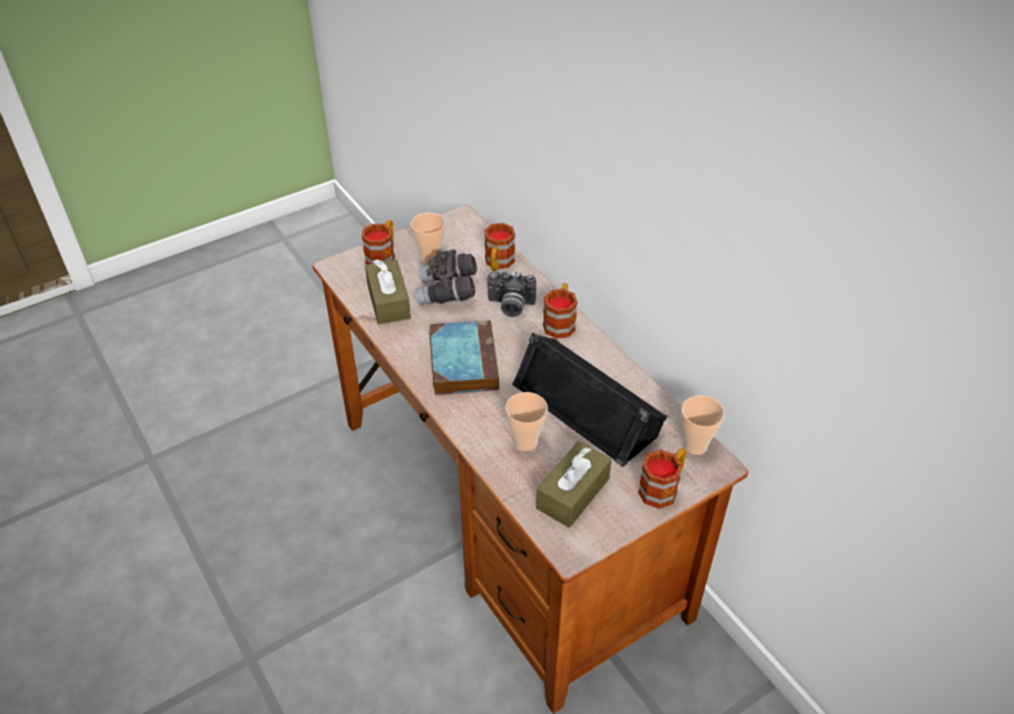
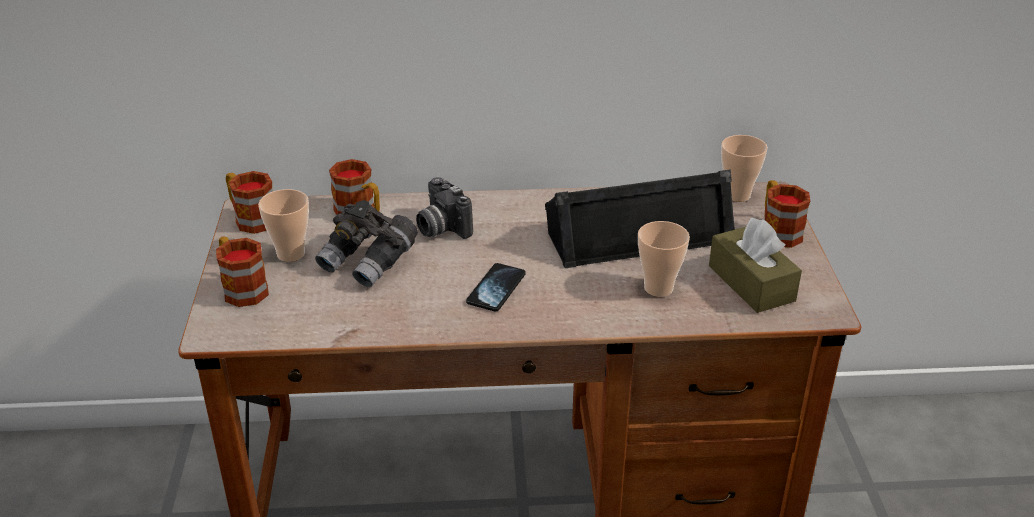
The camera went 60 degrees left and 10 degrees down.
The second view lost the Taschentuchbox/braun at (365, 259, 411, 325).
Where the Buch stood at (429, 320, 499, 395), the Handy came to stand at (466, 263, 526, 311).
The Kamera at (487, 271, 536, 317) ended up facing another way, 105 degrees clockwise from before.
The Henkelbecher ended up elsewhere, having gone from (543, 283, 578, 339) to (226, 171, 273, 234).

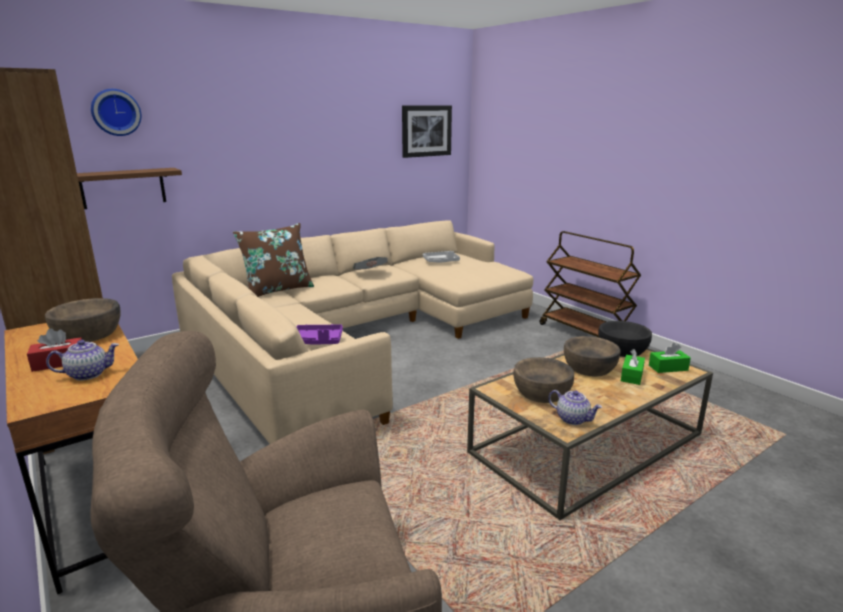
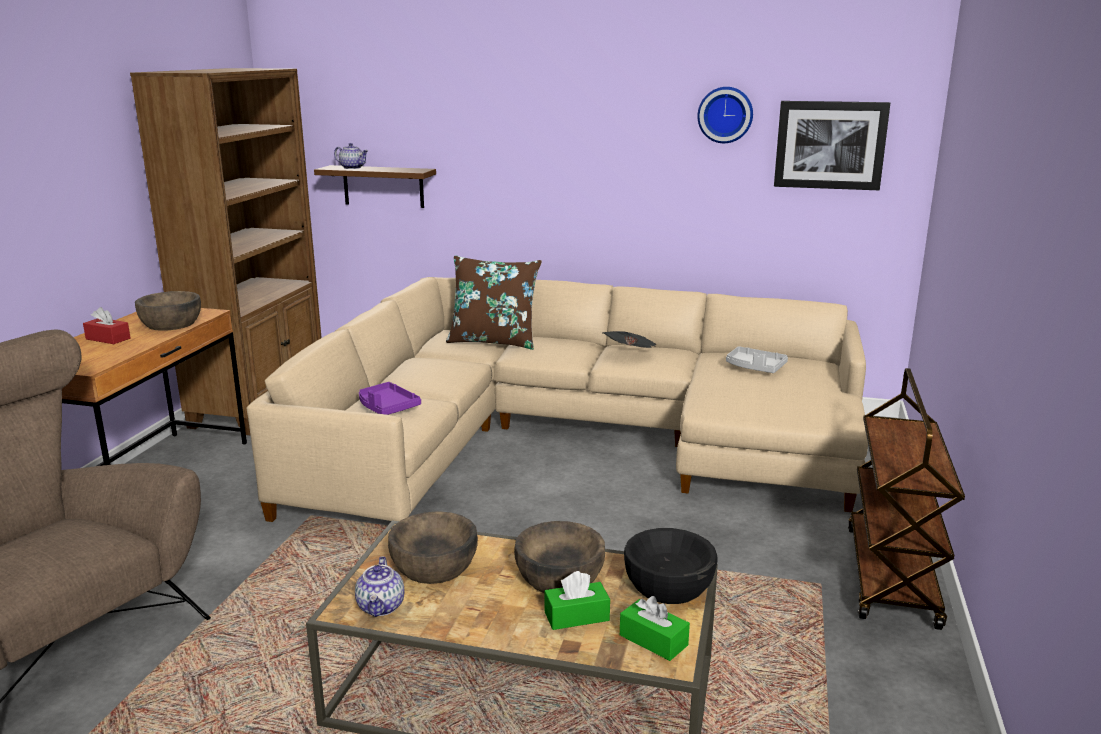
The camera went 50 degrees right and 0 degrees up.
The Teekanne ended up elsewhere, having gone from (46, 340, 119, 380) to (334, 143, 368, 169).
The Wanduhr ended up elsewhere, having gone from (91, 89, 141, 136) to (697, 87, 753, 143).

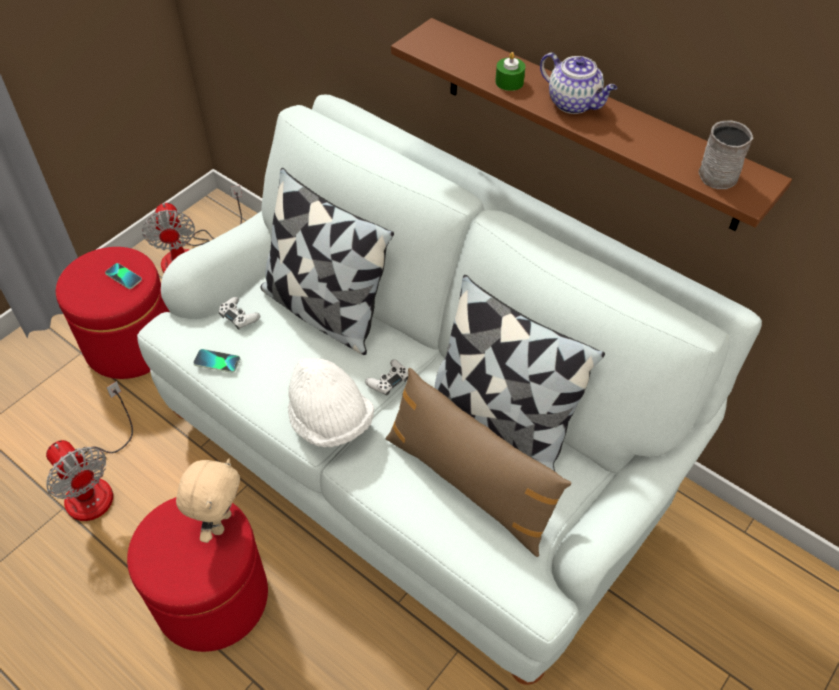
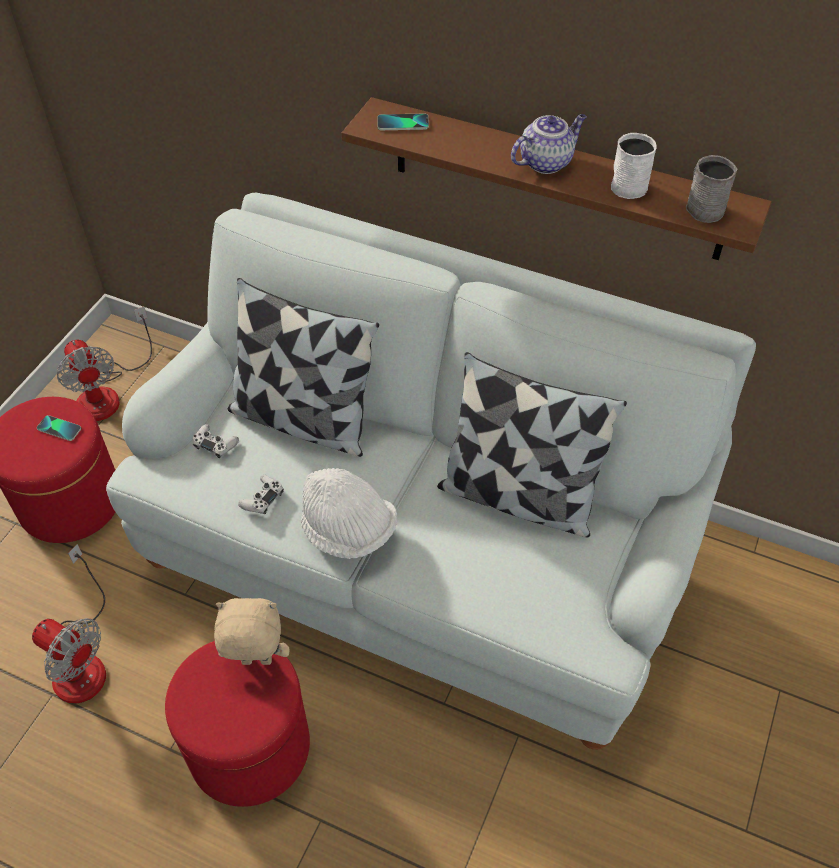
The camera went 15 degrees left and 0 degrees up.
The Plüschtier/beige at (176, 459, 240, 543) ended up facing another way, 90 degrees counterclockwise from before.
The Handy ended up elsewhere, having gone from (193, 349, 240, 373) to (377, 114, 429, 130).
The Gamepad/weiß ended up elsewhere, having gone from (365, 359, 408, 396) to (238, 475, 284, 514).
The second view lost the Kissen/braun at (385, 368, 572, 557).
The second view lost the Kerze/grün at (495, 52, 526, 91).
The Teekanne at (540, 52, 617, 114) ended up facing another way, 60 degrees counterclockwise from before.
The second view gained the Henkelbecher/weiß at (611, 133, 656, 199).

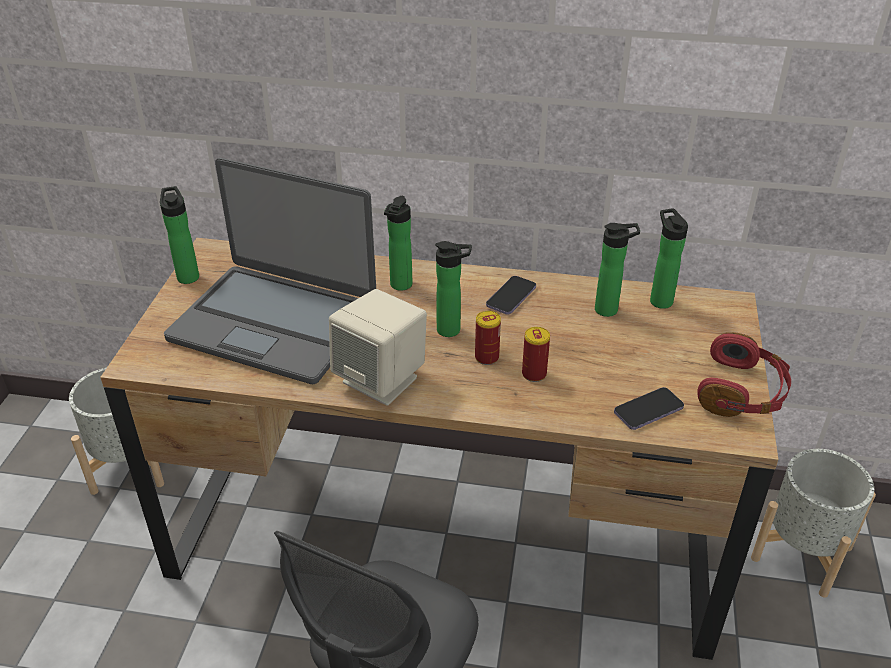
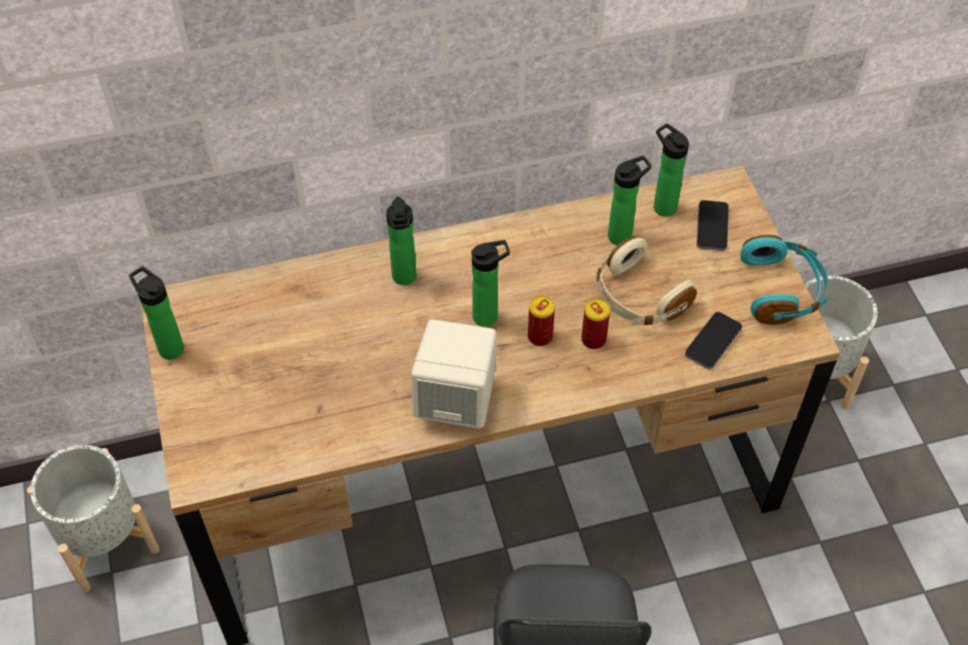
The camera went 25 degrees left and 15 degrees up.
The second view lost the Laptop at (164, 158, 376, 384).
The Handy ended up elsewhere, having gone from (486, 276, 536, 314) to (697, 200, 729, 251).
What was the Kopfhörer/rot at (698, 332, 791, 417) turned into the Kopfhörer/türkis at (740, 235, 828, 325).
The second view gained the Kopfhörer/beige at (594, 236, 697, 325).

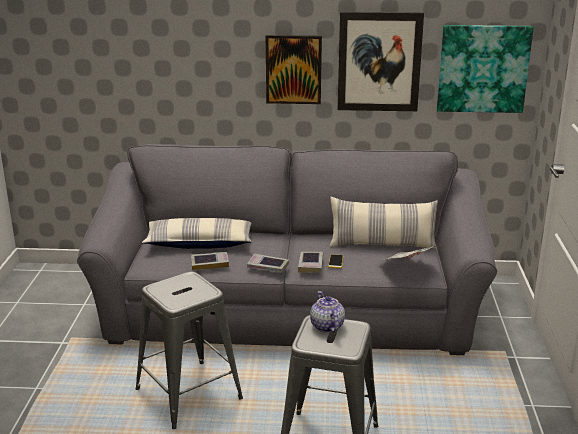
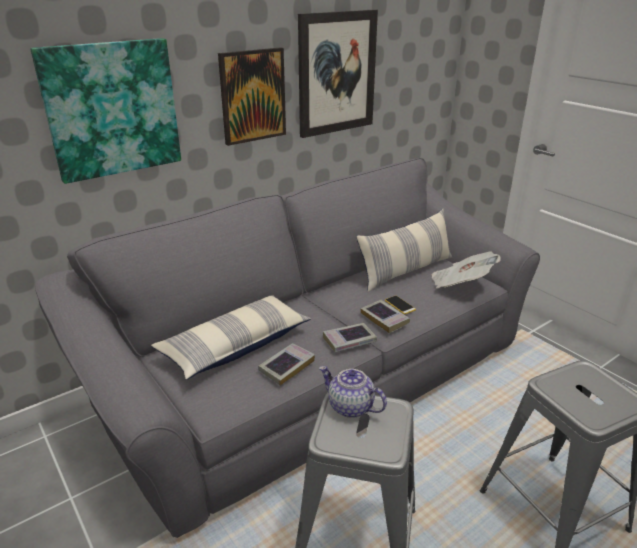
The camera went 40 degrees left and 5 degrees up.
The Teekanne ended up elsewhere, having gone from (310, 291, 345, 333) to (319, 366, 387, 418).
The Bild ended up elsewhere, having gone from (437, 25, 534, 113) to (30, 38, 181, 184).

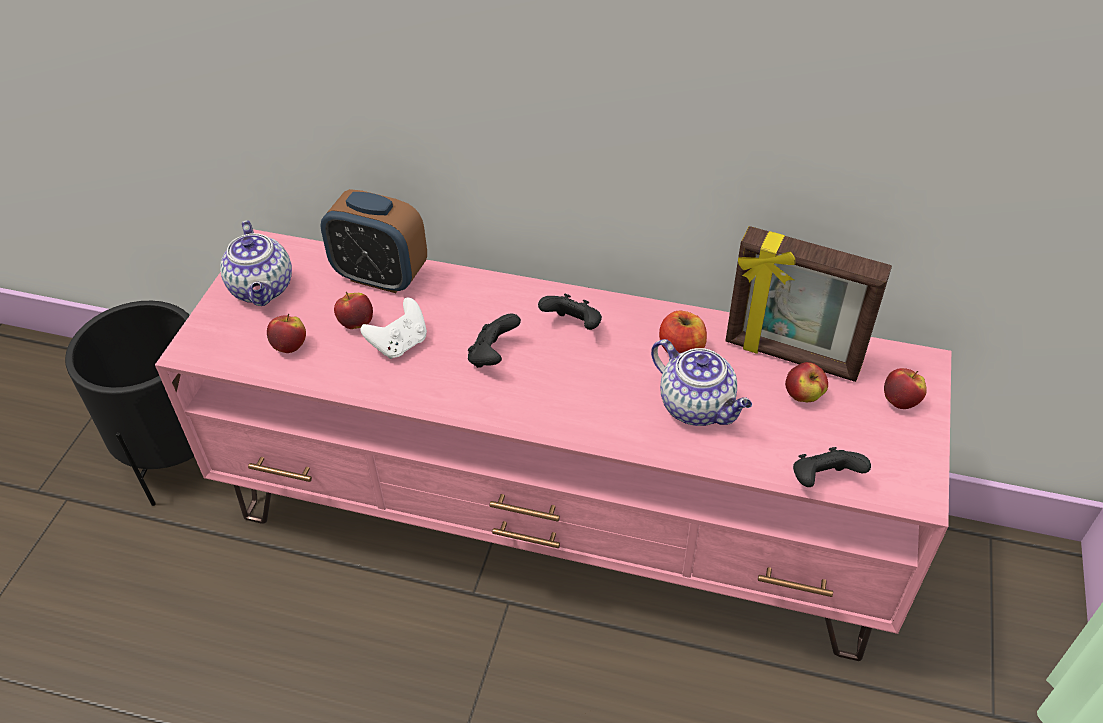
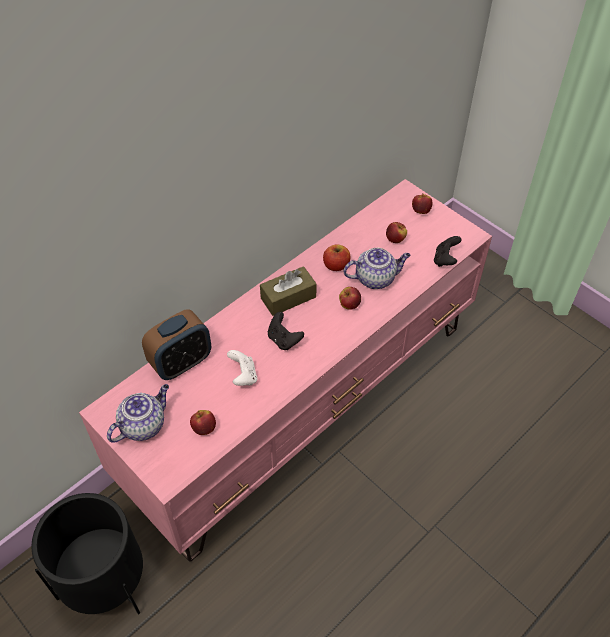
The camera went 60 degrees left and 5 degrees up.
The Teekanne at (220, 220, 292, 306) ended up facing another way, 60 degrees counterclockwise from before.
The Apfel ended up elsewhere, having gone from (334, 292, 373, 329) to (339, 287, 361, 310).
Where the Gamepad/schwarz stood at (538, 294, 602, 330), the Taschentuchbox/braun came to stand at (260, 266, 317, 316).
The second view lost the Bilderrahmen at (725, 226, 892, 382).

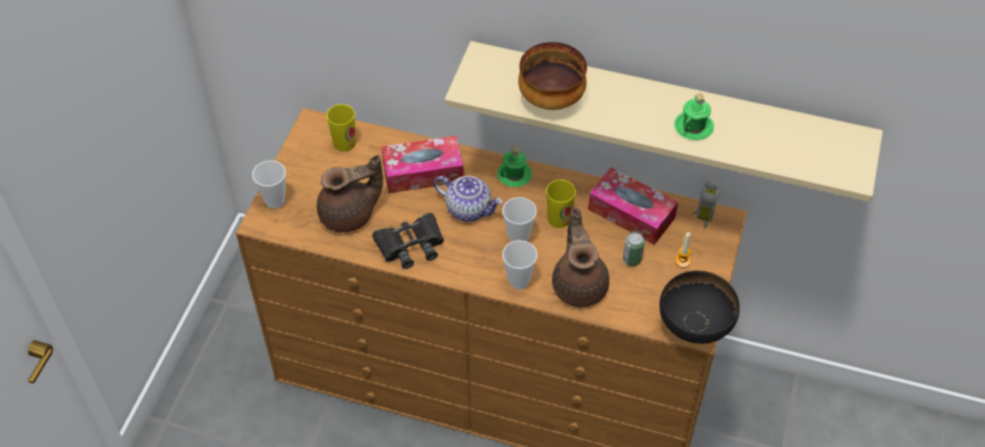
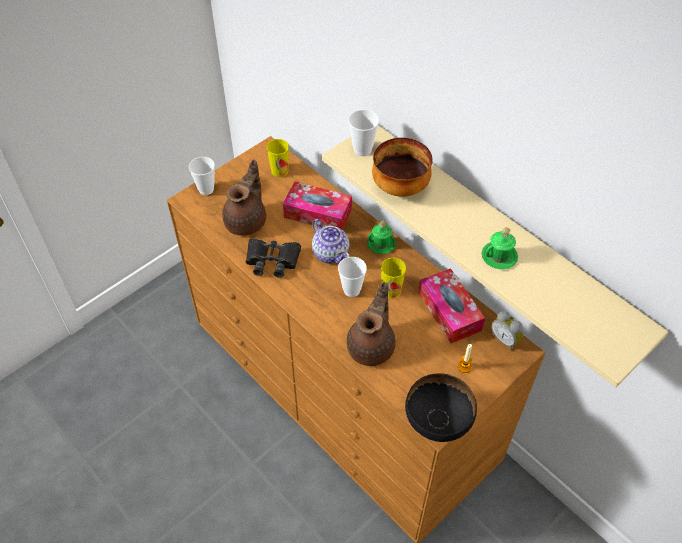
The camera went 30 degrees right and 0 degrees up.
The Teekanne/braun at (317, 154, 383, 233) ended up facing another way, 75 degrees counterclockwise from before.
The Tasse ended up elsewhere, having gone from (502, 240, 538, 290) to (348, 109, 379, 156).
The second view lost the Dose at (623, 232, 644, 266).
The Wecker at (693, 179, 720, 228) ended up facing another way, 90 degrees clockwise from before.

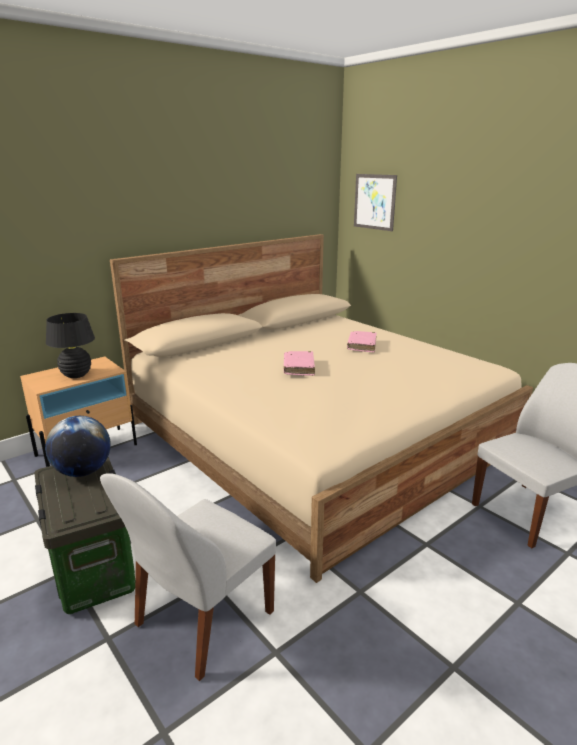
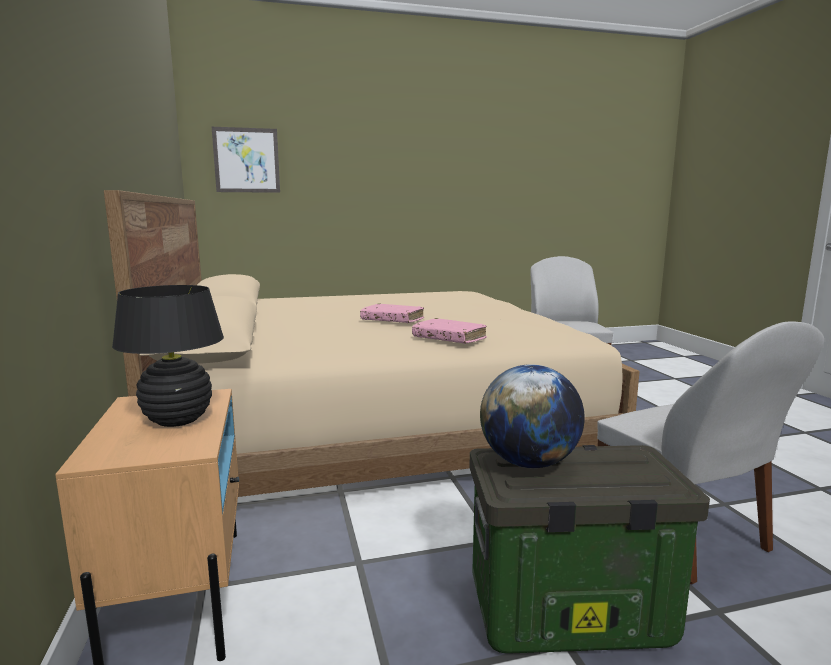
The camera went 65 degrees left and 10 degrees down.
The Buch/rosa ended up elsewhere, having gone from (347, 331, 377, 352) to (412, 318, 487, 344).

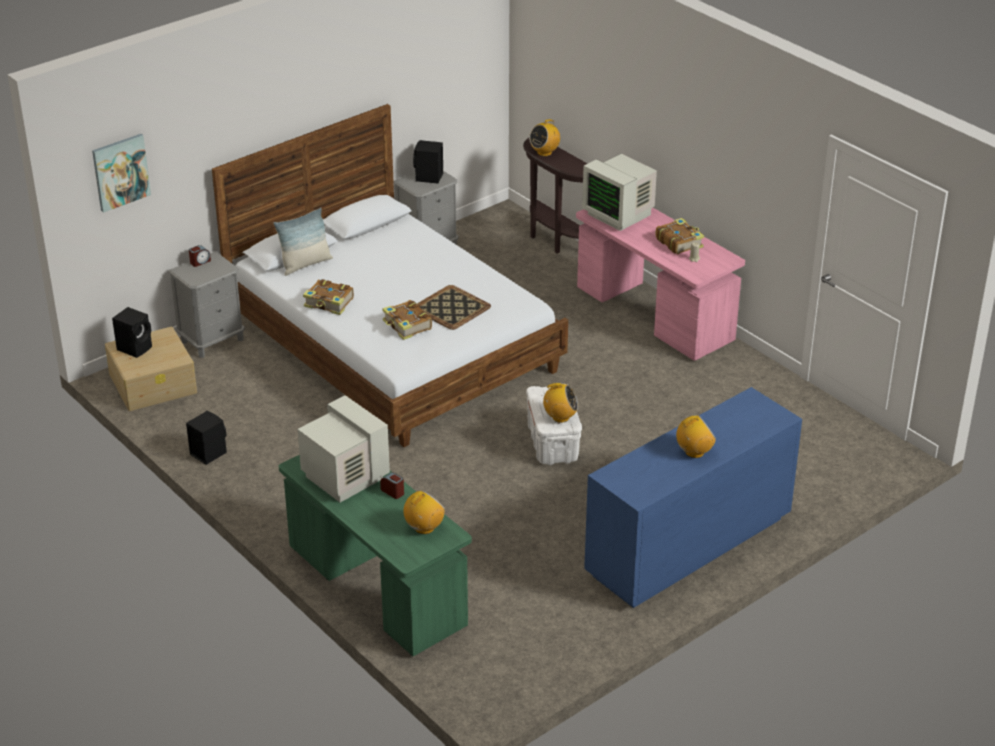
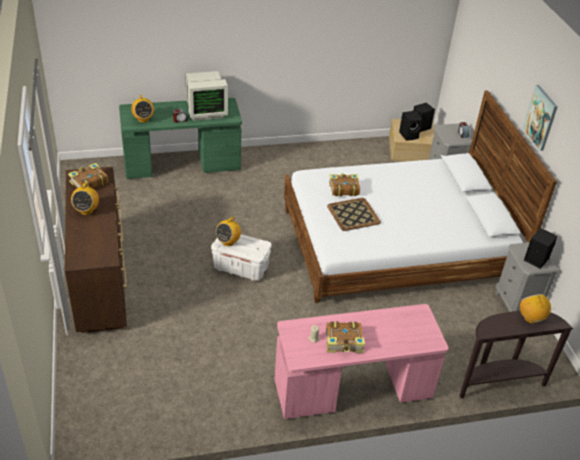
The camera went 115 degrees right and 5 degrees up.
The Bild ended up elsewhere, having gone from (92, 134, 151, 213) to (523, 85, 557, 151).
The Lautsprecher/schwarz ended up elsewhere, having gone from (186, 411, 227, 465) to (399, 111, 422, 141).
The second view lost the Kissen at (273, 208, 333, 276).
The Buch ended up elsewhere, having gone from (303, 279, 354, 315) to (68, 163, 108, 189).
The second view lost the Monitor at (582, 154, 657, 231).
What was the Kommode/blau at (584, 387, 802, 608) turned into the Kommode/braun at (65, 167, 127, 333).

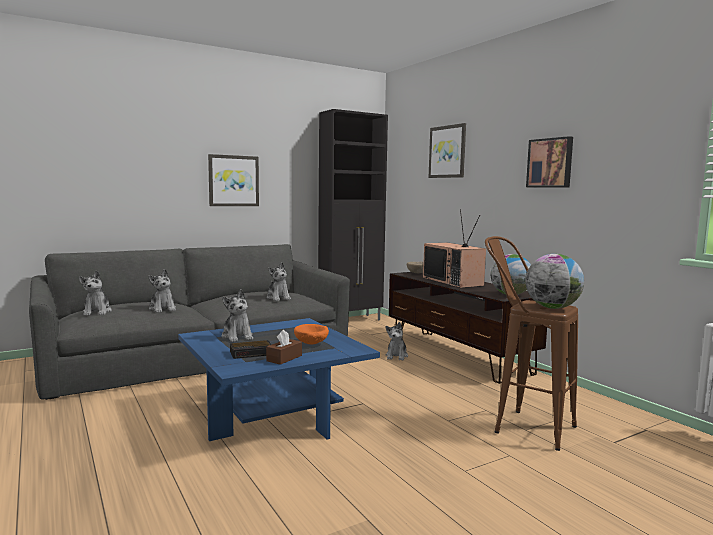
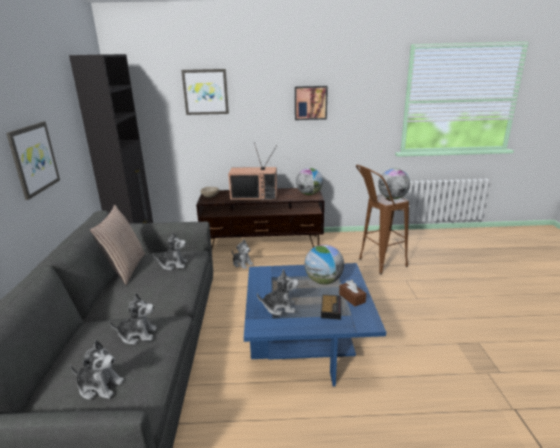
The camera went 60 degrees left and 15 degrees up.
Where the Schüssel/orange stood at (294, 324, 329, 344), the Globus came to stand at (305, 244, 344, 284).
The second view gained the Kissen at (90, 205, 145, 285).

